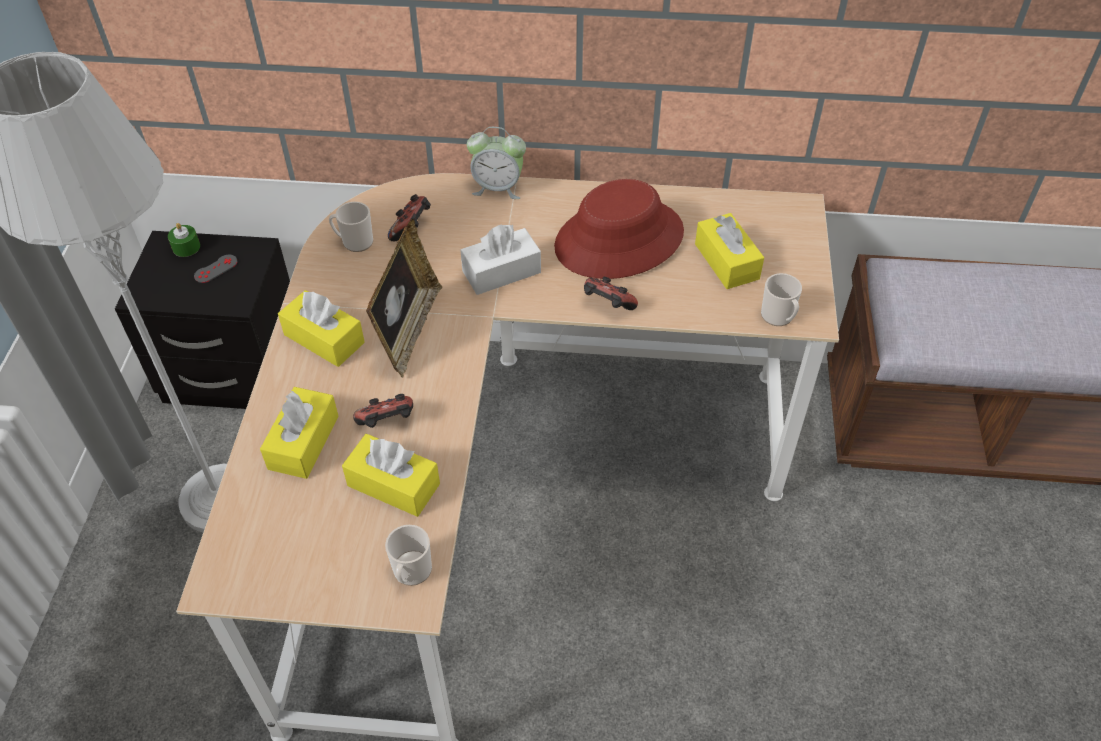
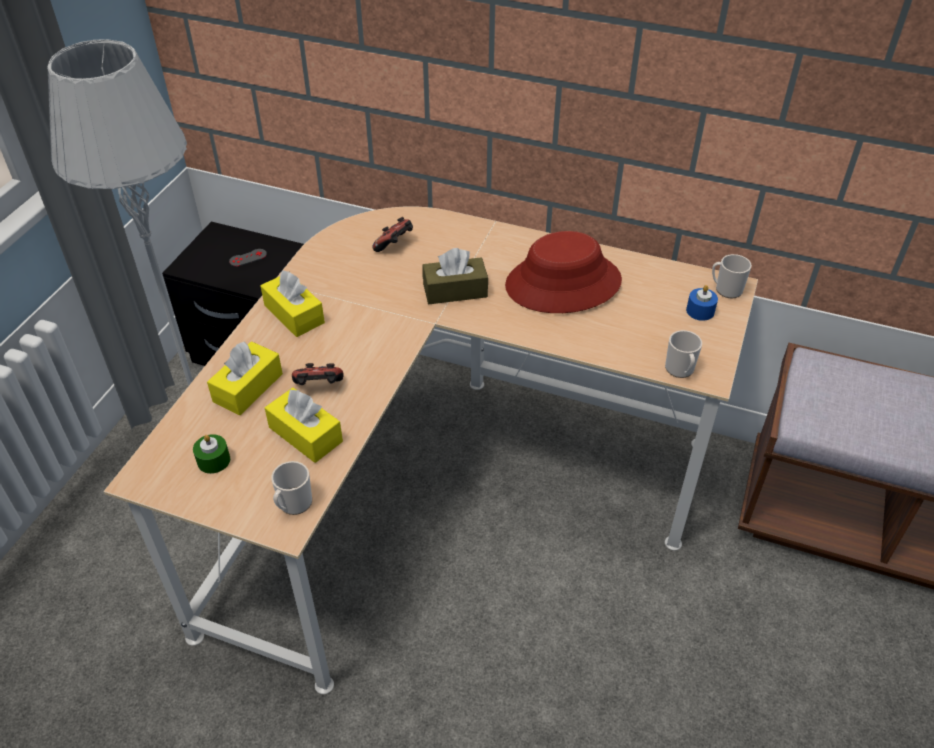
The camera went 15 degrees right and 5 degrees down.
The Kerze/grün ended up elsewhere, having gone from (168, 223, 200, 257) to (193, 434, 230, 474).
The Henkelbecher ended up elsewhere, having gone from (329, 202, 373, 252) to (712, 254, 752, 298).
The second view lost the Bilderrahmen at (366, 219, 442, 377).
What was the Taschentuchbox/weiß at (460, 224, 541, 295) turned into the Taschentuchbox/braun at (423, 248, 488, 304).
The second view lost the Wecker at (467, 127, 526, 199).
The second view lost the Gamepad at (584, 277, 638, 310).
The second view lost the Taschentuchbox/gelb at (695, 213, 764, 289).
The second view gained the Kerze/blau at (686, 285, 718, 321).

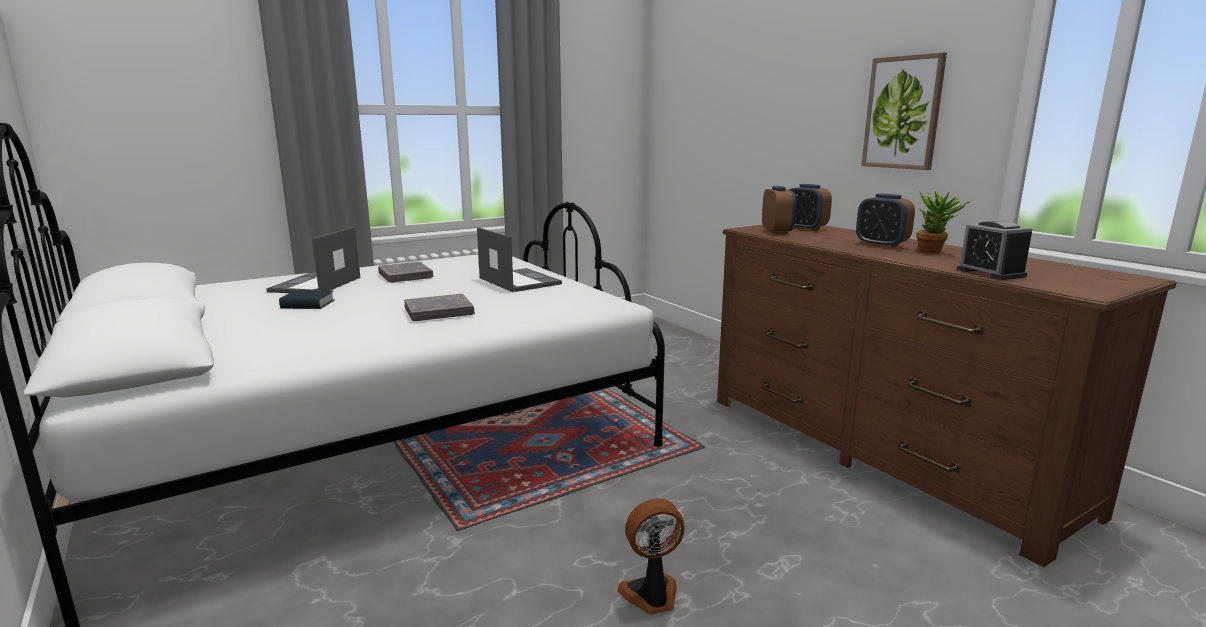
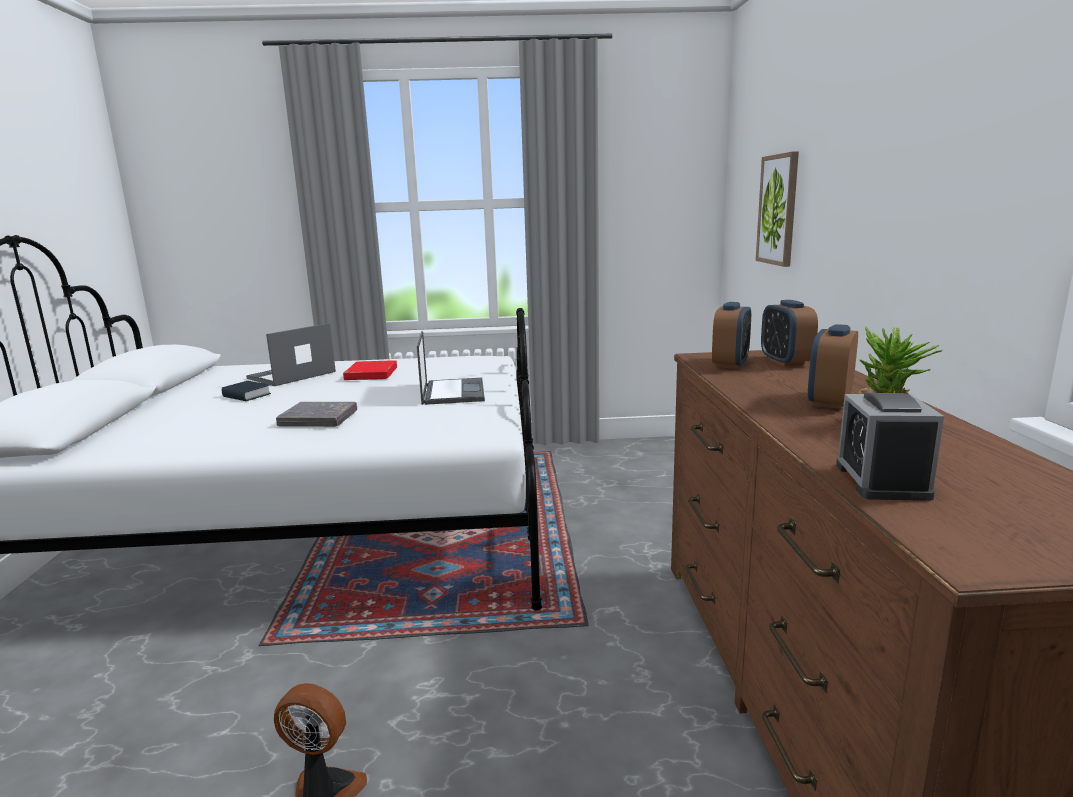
The camera went 30 degrees right and 0 degrees up.
What was the Buch/grau at (378, 262, 433, 283) turned into the Buch/rot at (343, 360, 397, 380).
The Wecker at (856, 193, 915, 248) ended up facing another way, 45 degrees clockwise from before.
The Bild ended up elsewhere, having gone from (861, 52, 947, 170) to (756, 151, 799, 267).

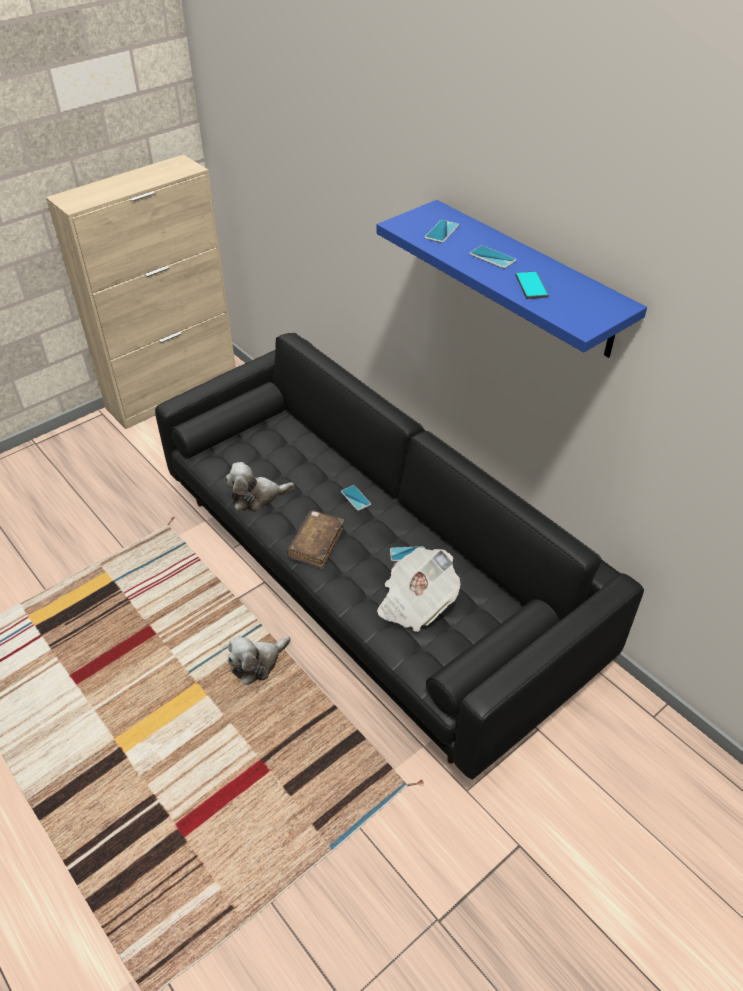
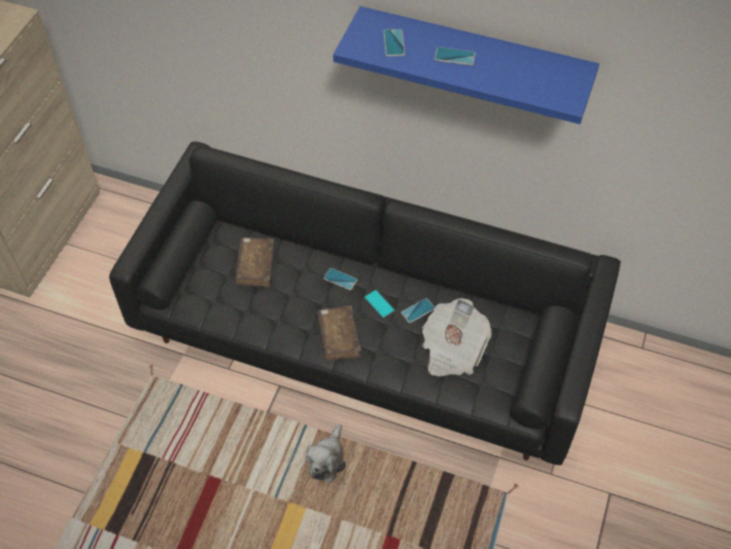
The camera went 30 degrees left and 10 degrees up.
The second view lost the Plüschtier at (224, 462, 294, 512).
The Handy ended up elsewhere, having gone from (515, 271, 549, 299) to (364, 290, 395, 319).
The second view gained the Buch/braun at (235, 237, 274, 288).

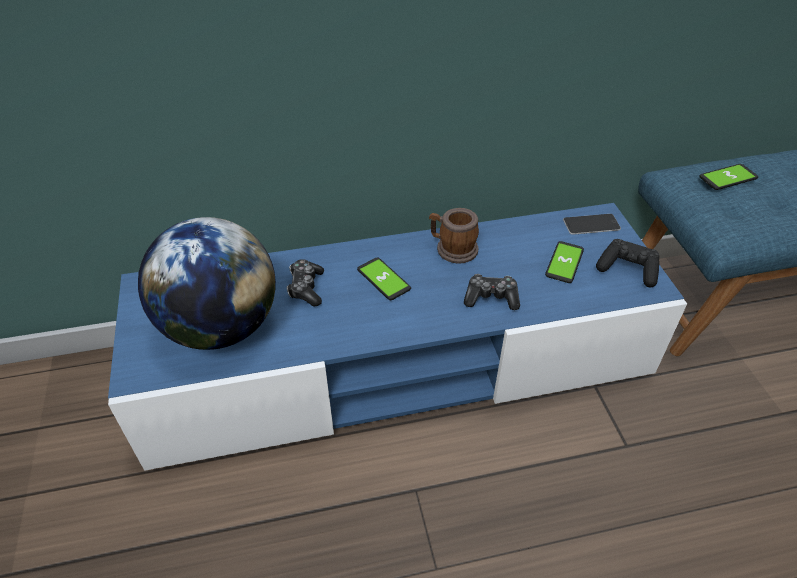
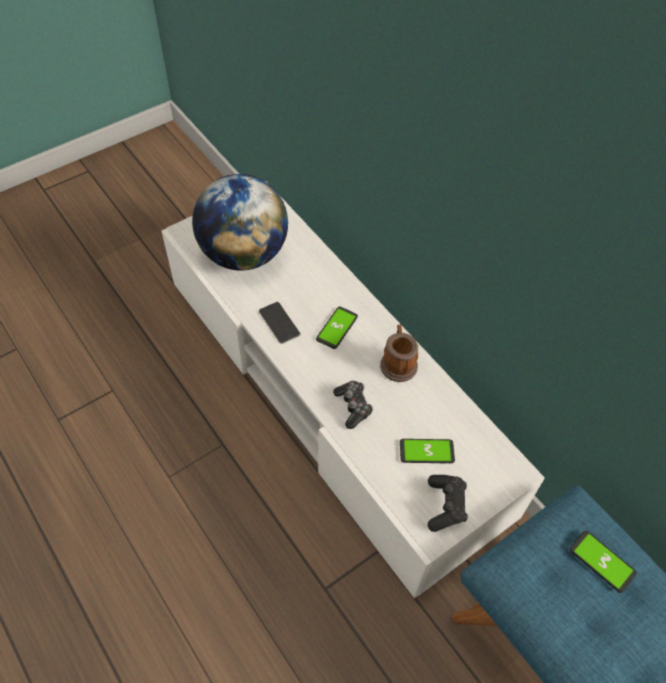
The camera went 65 degrees right and 10 degrees up.
What was the Fernsehschrank/blau at (108, 203, 687, 471) turned into the Fernsehschrank/weiß at (162, 181, 545, 598).
The second view lost the Gamepad at (287, 259, 324, 307).
The Handy ended up elsewhere, having gone from (563, 214, 621, 235) to (259, 302, 301, 344).

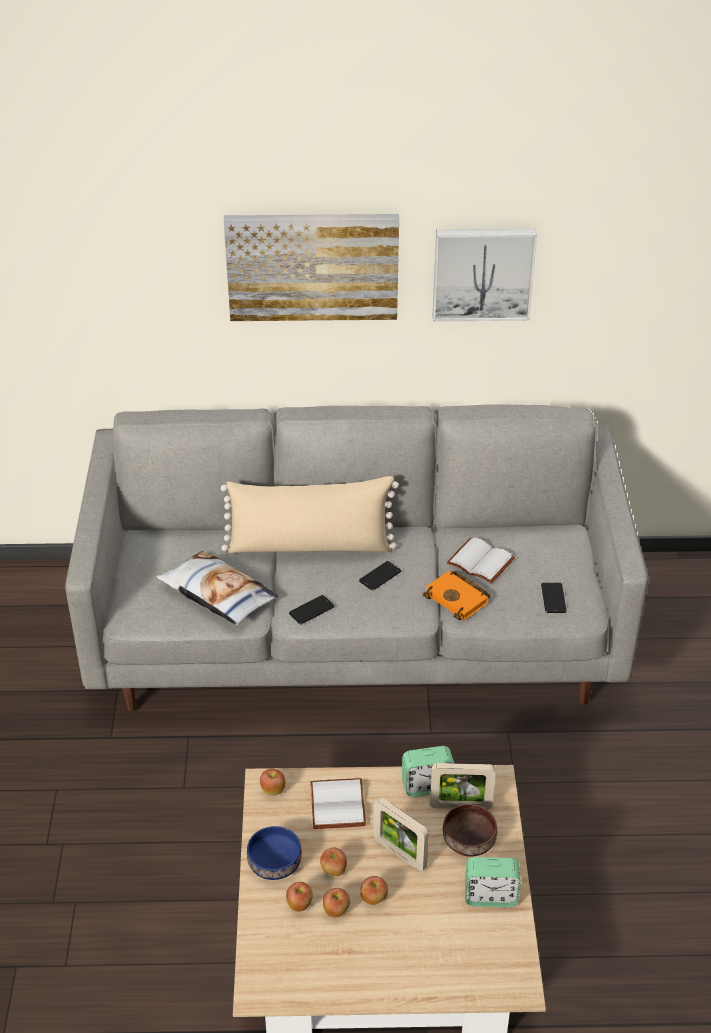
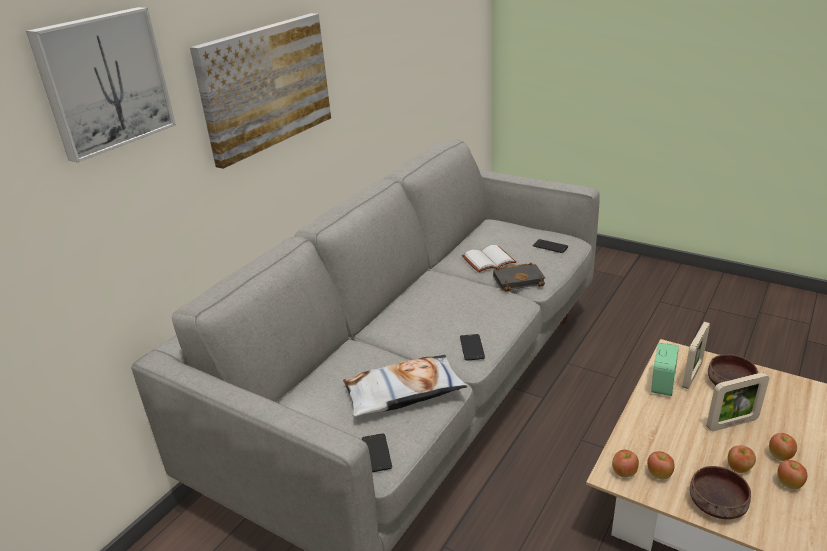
The camera went 55 degrees left and 10 degrees down.
The second view lost the Kissen/beige at (221, 476, 399, 553).
What was the Schüssel/blau at (247, 826, 302, 880) turned into the Schüssel/braun at (690, 466, 751, 519).
The Apfel ended up elsewhere, having gone from (286, 882, 313, 912) to (647, 451, 675, 479).
The second view lost the Buch/weiß at (311, 778, 366, 829).
The Handy ended up elsewhere, having gone from (359, 561, 401, 591) to (362, 433, 392, 472).
What was the Buch/orange at (423, 571, 491, 620) turned into the Buch/schwarz at (493, 263, 545, 292).
The Bild ended up elsewhere, having gone from (433, 229, 537, 322) to (26, 7, 176, 163).
The second view lost the Wecker at (465, 857, 520, 907).

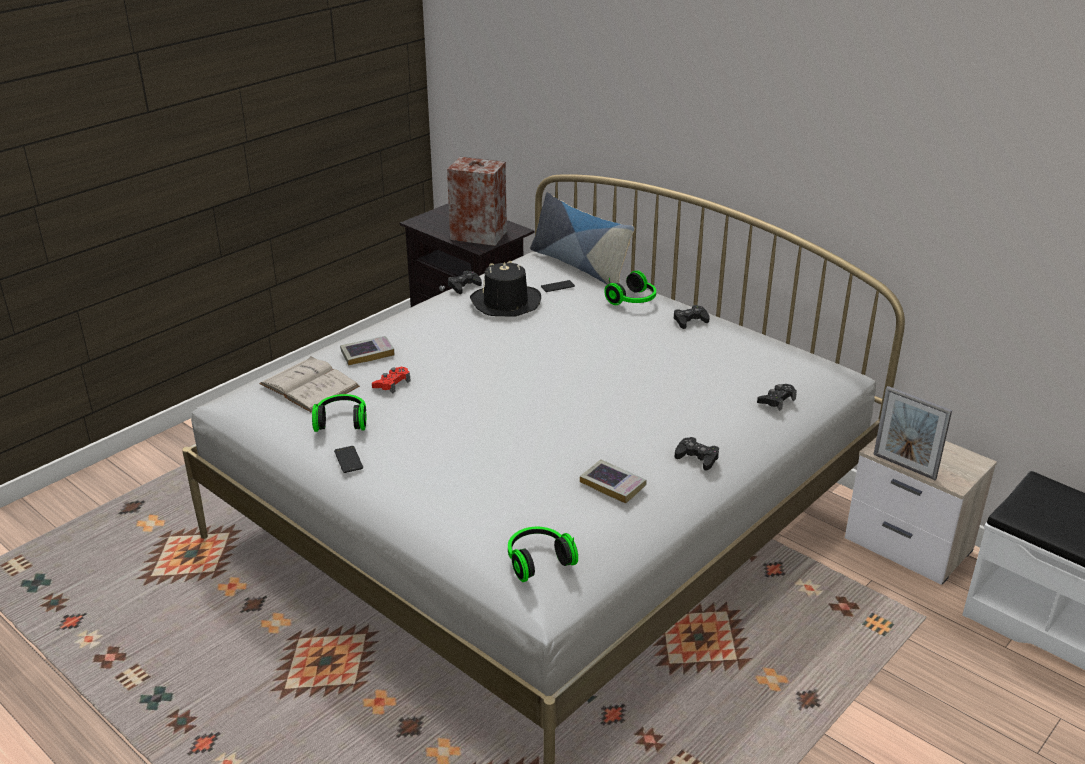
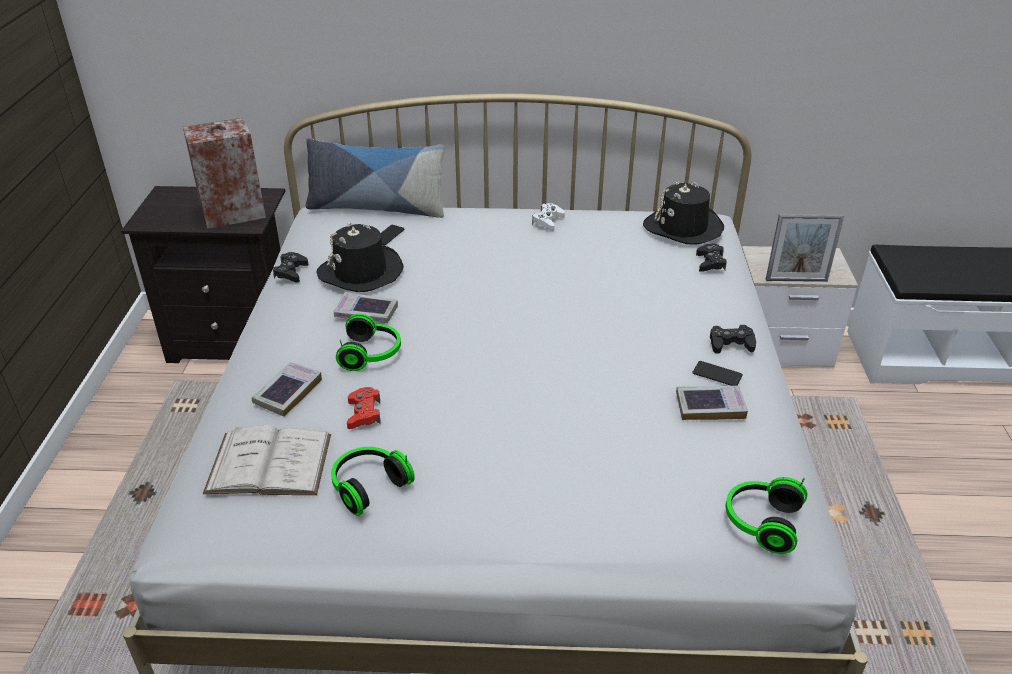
The camera went 40 degrees left and 5 degrees up.
The Handy ended up elsewhere, having gone from (334, 446, 363, 473) to (692, 361, 743, 386).
The Kopfhörer ended up elsewhere, having gone from (604, 270, 656, 305) to (336, 313, 401, 371).
What was the Gamepad/schwarz at (674, 305, 710, 329) turned into the Gamepad/weiß at (532, 203, 565, 231).
The second view gained the Buch at (334, 292, 398, 323).
The second view gained the Hut/schwarz at (643, 181, 724, 245).

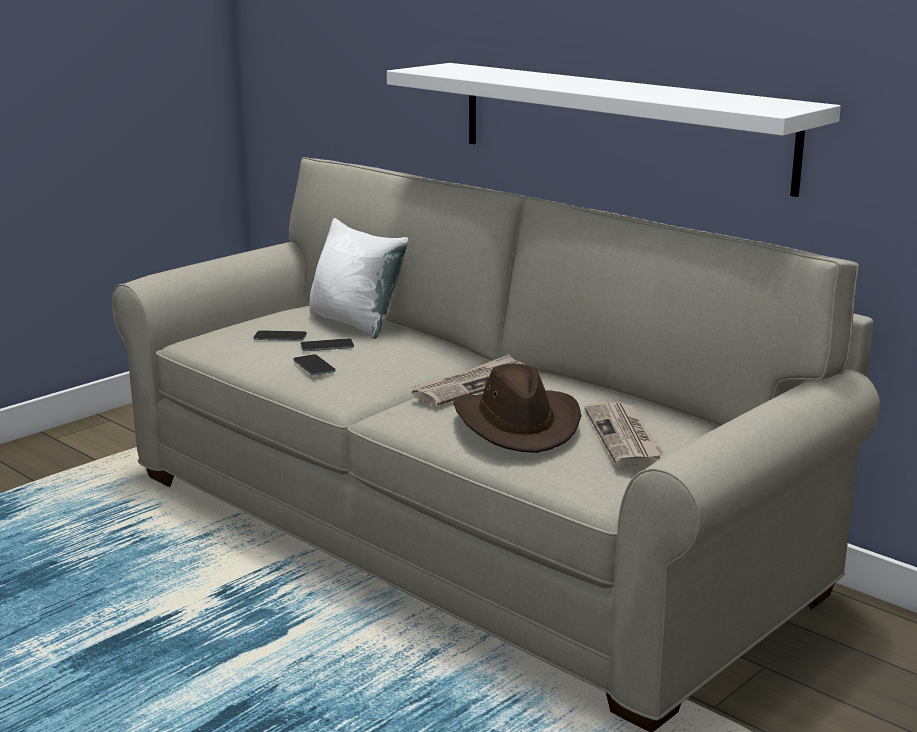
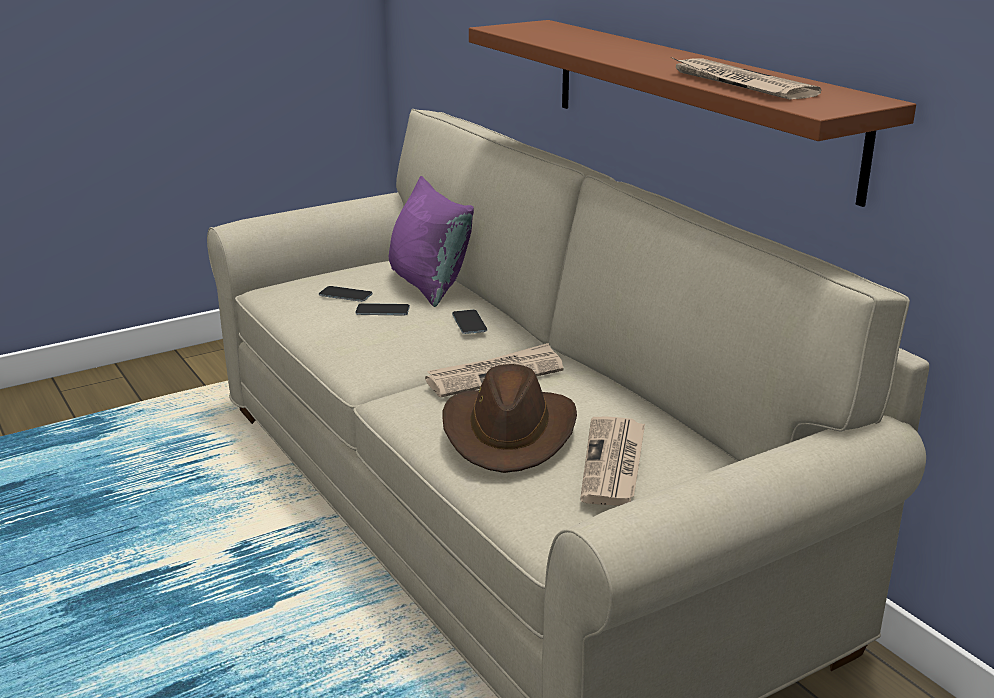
The camera went 15 degrees right and 5 degrees up.
The Handy ended up elsewhere, having gone from (293, 354, 336, 376) to (452, 310, 487, 334).
What was the Kissen/weiß at (309, 218, 409, 339) turned into the Kissen/lila at (389, 176, 474, 307).
What was the Wandregal/weiß at (387, 63, 841, 197) turned into the Wandregal/braun at (469, 20, 916, 207).
The second view gained the Zeitung at (671, 57, 821, 100).

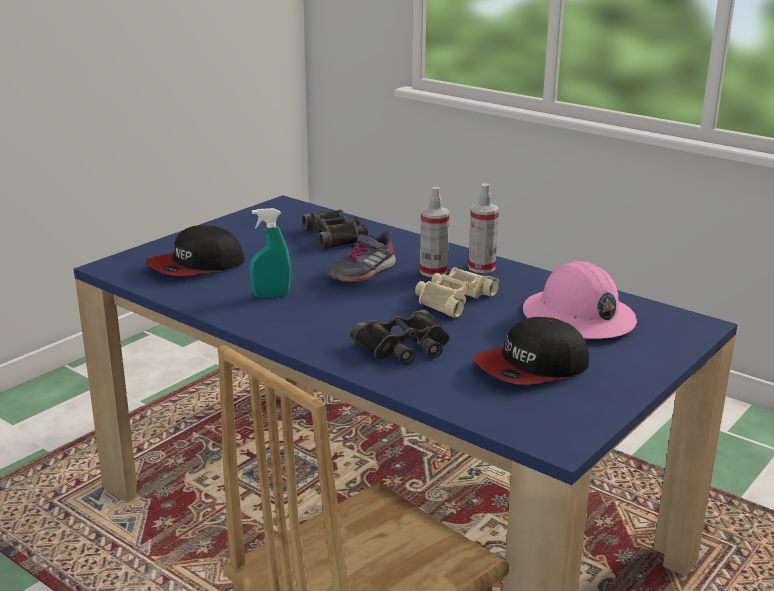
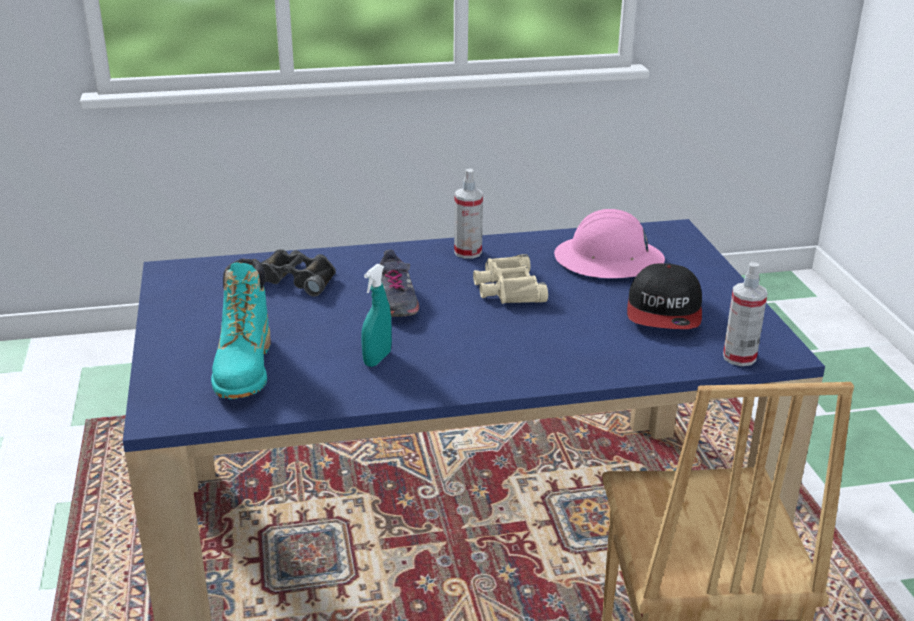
The camera went 50 degrees left and 5 degrees up.
Where the Kappe stood at (146, 225, 245, 276), the Stiefel/türkis came to stand at (211, 259, 271, 399).
The second view lost the Fernglas/schwarz at (350, 310, 449, 365).
The Sprühflasche ended up elsewhere, having gone from (420, 186, 449, 277) to (723, 262, 768, 366).

